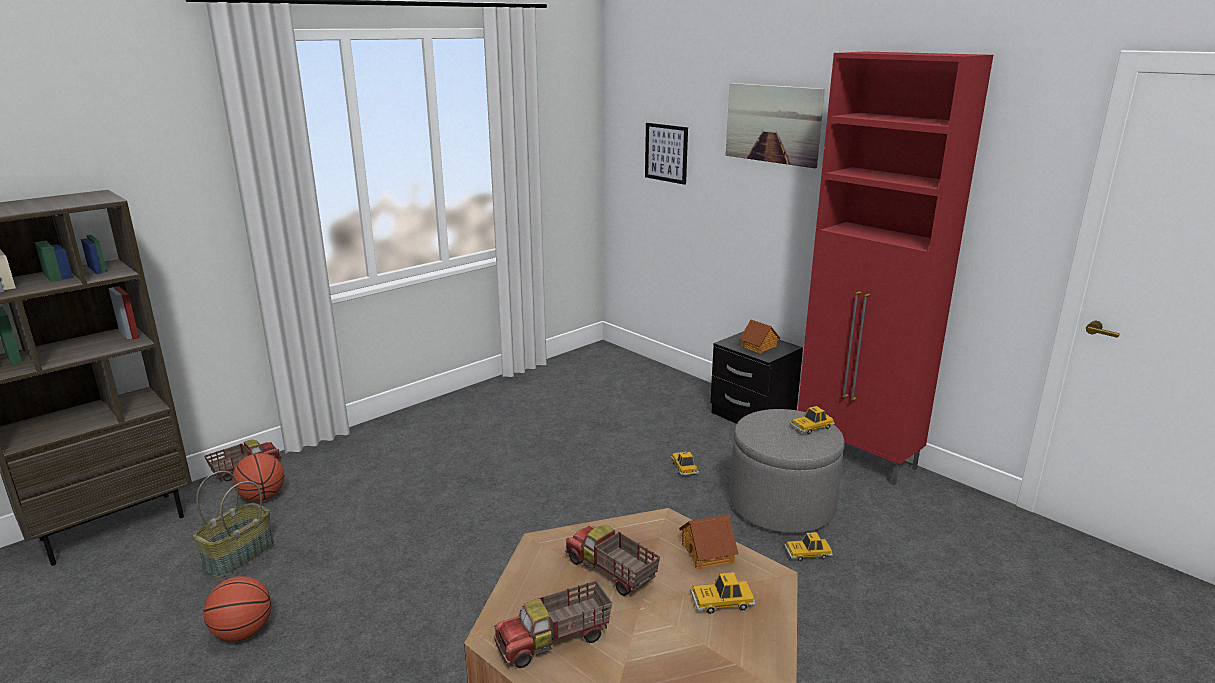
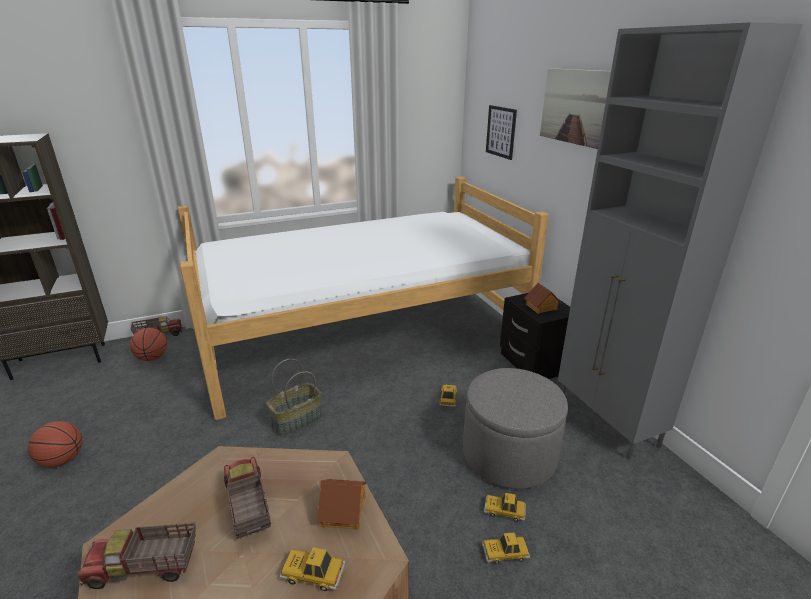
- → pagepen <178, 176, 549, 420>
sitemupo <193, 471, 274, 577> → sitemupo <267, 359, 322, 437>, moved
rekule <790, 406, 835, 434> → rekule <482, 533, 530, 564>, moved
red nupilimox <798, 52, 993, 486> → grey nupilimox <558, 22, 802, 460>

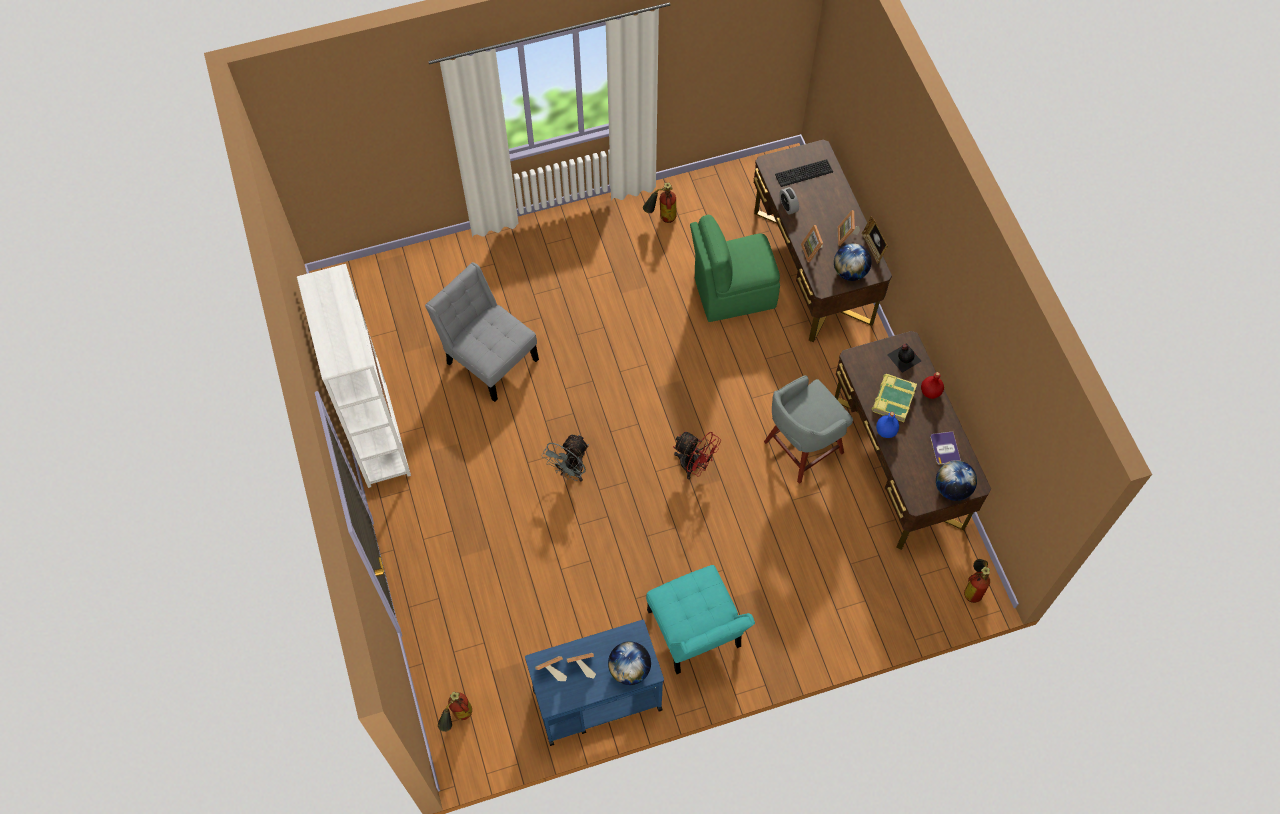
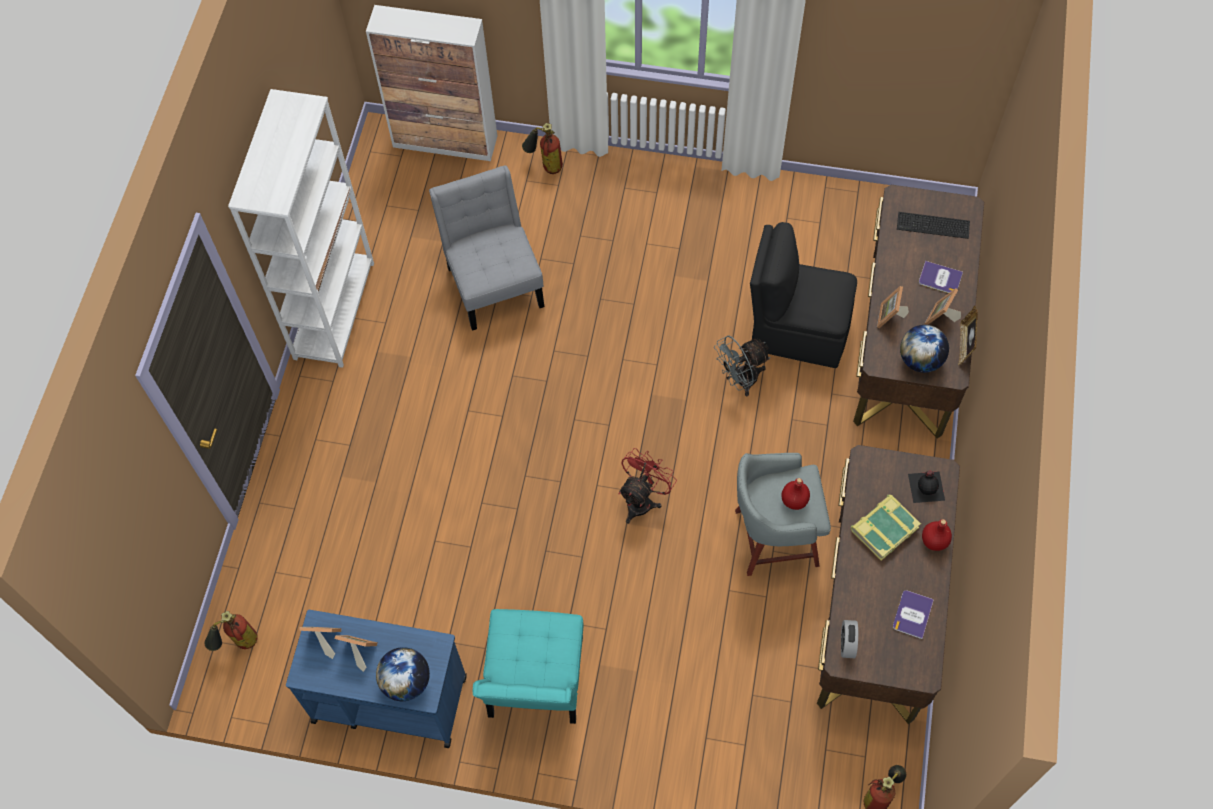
- → nupilimox <366, 5, 497, 161>
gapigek <643, 182, 677, 223> → gapigek <522, 123, 563, 174>, moved
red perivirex <673, 431, 721, 479> → red perivirex <619, 448, 677, 524>, 120 degrees counterclockwise
grey perivirex <542, 434, 589, 482> → grey perivirex <714, 335, 771, 396>, moved
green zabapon <690, 215, 780, 322> → black zabapon <750, 222, 857, 368>
- → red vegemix <782, 478, 810, 510>
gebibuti <779, 187, 799, 215> → gebibuti <841, 620, 858, 658>, moved
- → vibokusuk <919, 261, 963, 293>
blue vegemix <876, 412, 899, 438> → -
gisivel <936, 460, 977, 501> → -

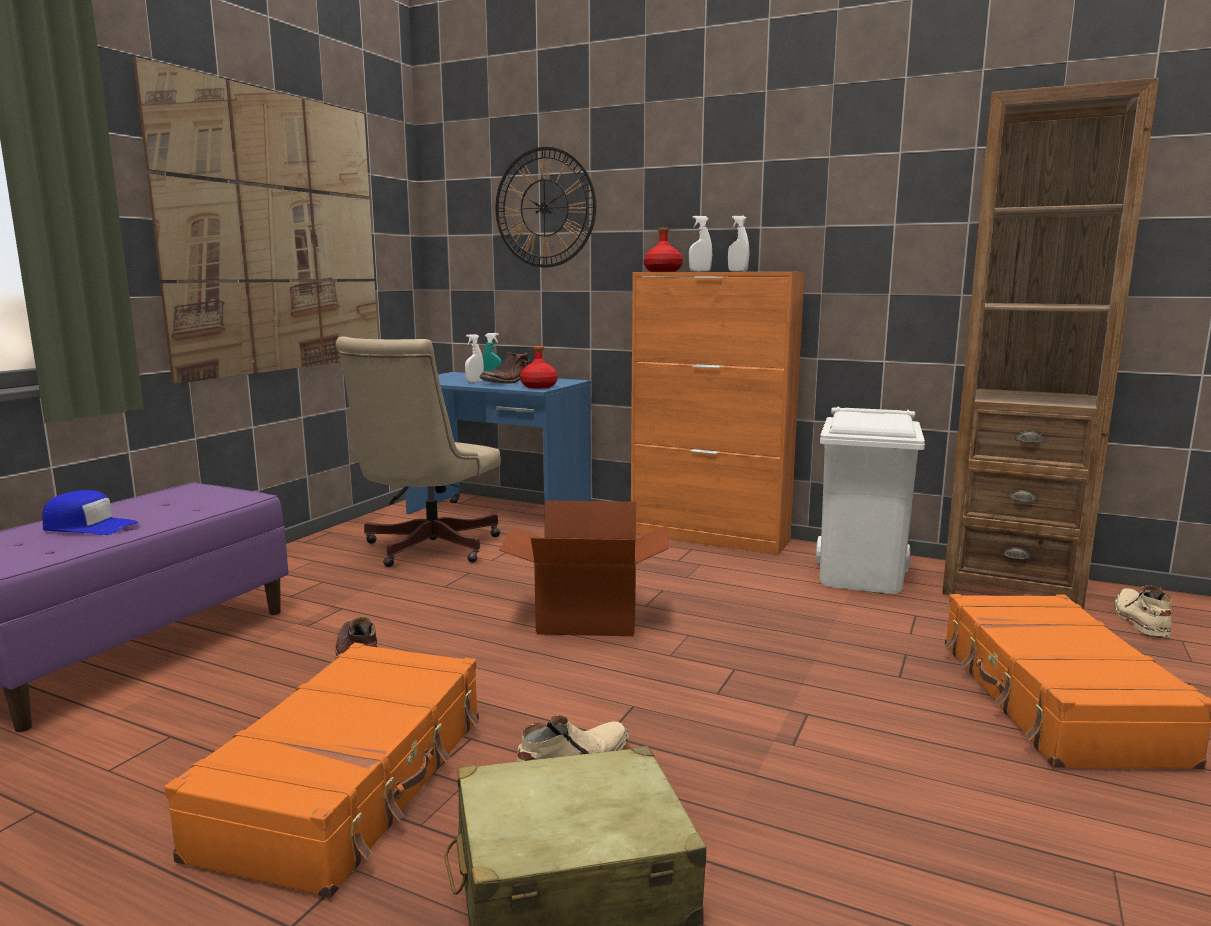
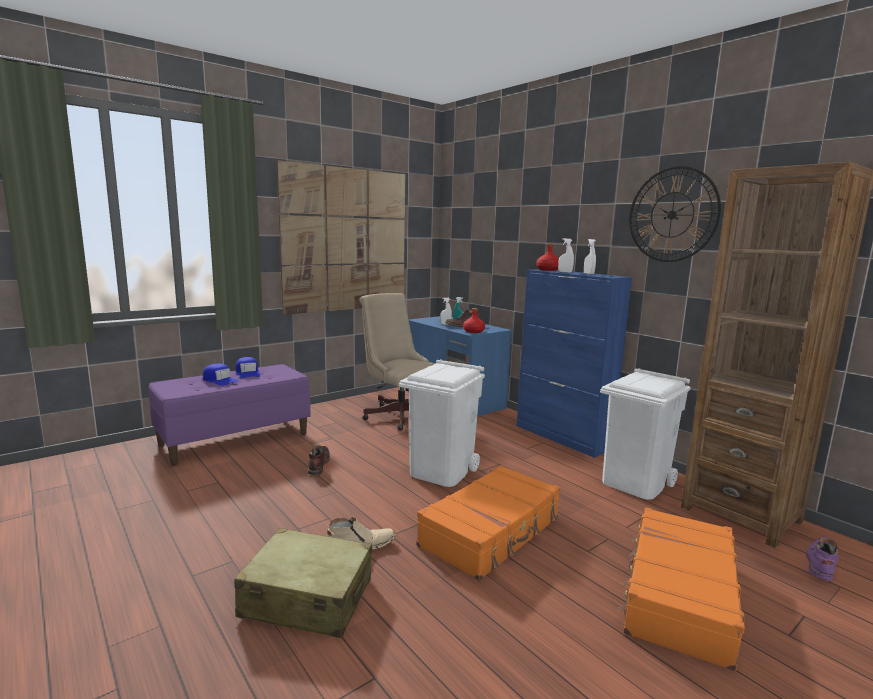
- → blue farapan <236, 357, 261, 378>
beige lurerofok <336, 336, 501, 567> → beige lurerofok <360, 293, 436, 430>, 90 degrees clockwise
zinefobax <499, 500, 669, 636> → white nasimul <399, 360, 485, 487>
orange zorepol <164, 643, 479, 899> → orange zorepol <416, 465, 560, 581>, moved
orange nupilimox <631, 272, 805, 555> → blue nupilimox <517, 269, 632, 458>
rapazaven <495, 147, 596, 268> → rapazaven <629, 166, 721, 262>, moved
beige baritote <1114, 585, 1171, 638> → purple baritote <806, 537, 839, 581>

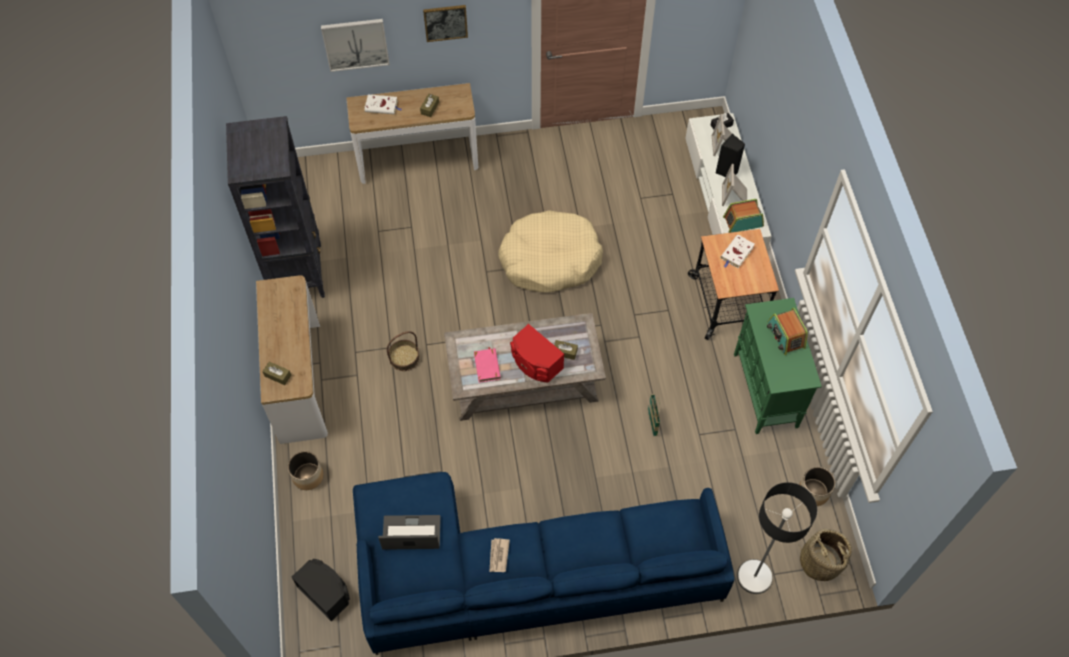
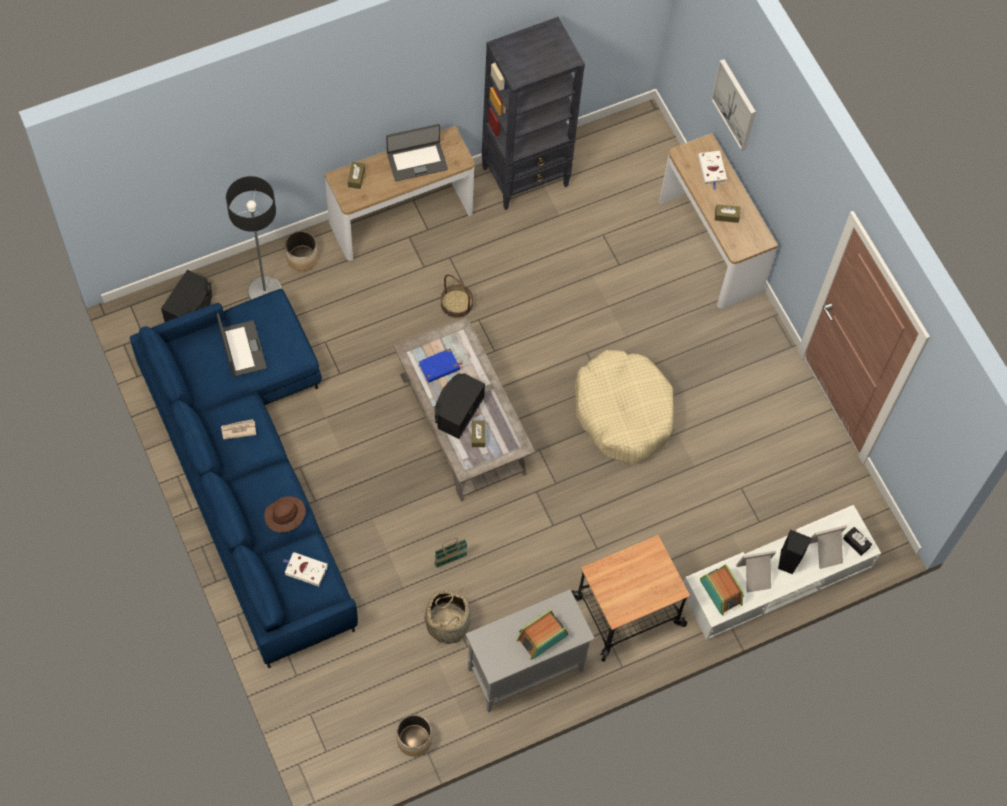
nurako <737, 482, 817, 594> → nurako <226, 176, 282, 300>, moved
- → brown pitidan <265, 496, 306, 532>
white vibokusuk <720, 235, 755, 268> → white vibokusuk <283, 552, 328, 586>, moved
- → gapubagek <386, 124, 448, 181>
pink vibokusuk <474, 347, 501, 383> → blue vibokusuk <419, 349, 463, 383>
sitemupo <797, 529, 852, 581> → sitemupo <425, 589, 471, 646>, moved
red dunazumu <510, 324, 564, 382> → black dunazumu <435, 373, 485, 439>
green nupilimox <734, 298, 822, 434> → grey nupilimox <466, 589, 595, 713>
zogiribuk <423, 5, 468, 42> → -

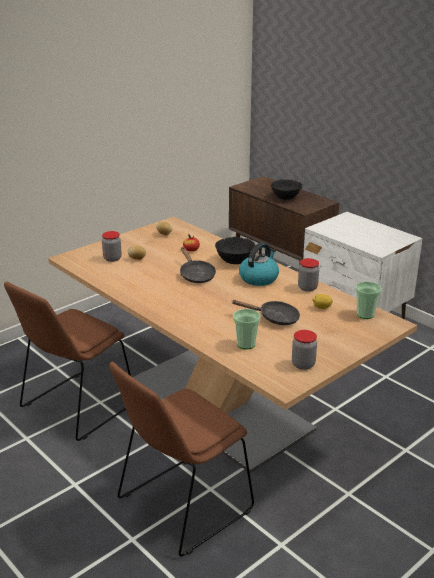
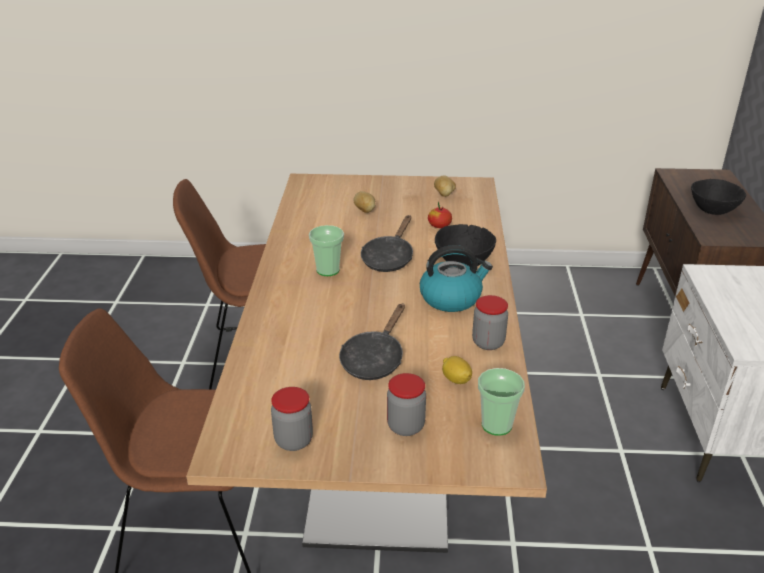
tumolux <233, 309, 261, 349> → tumolux <309, 225, 344, 276>, moved
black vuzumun <232, 300, 300, 325> → black vuzumun <339, 303, 405, 380>, 60 degrees clockwise
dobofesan <102, 231, 122, 262> → dobofesan <387, 373, 426, 436>, moved

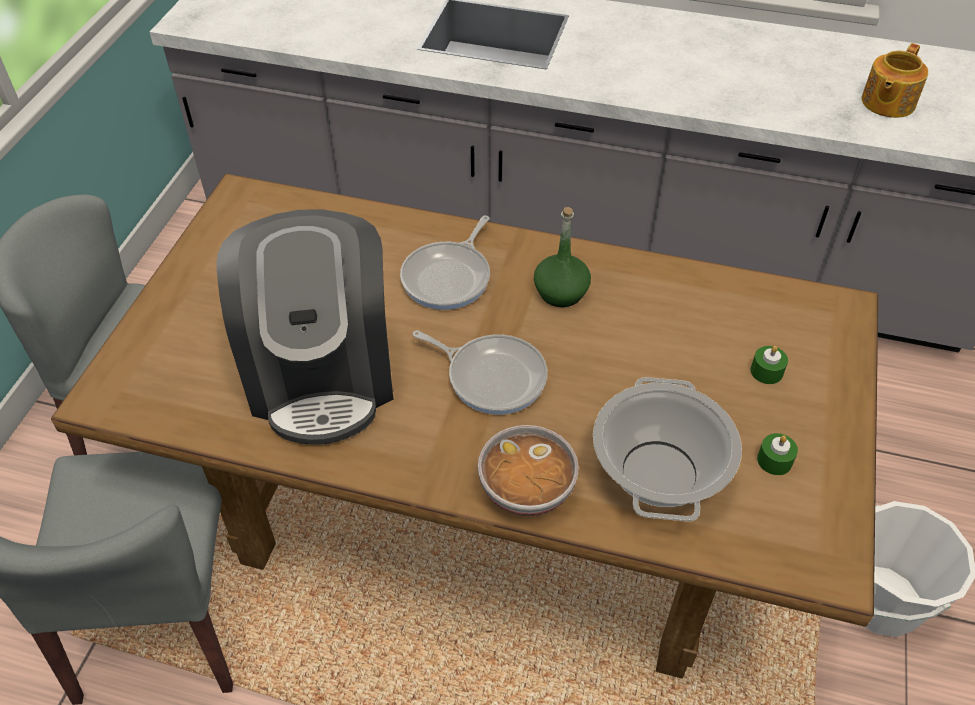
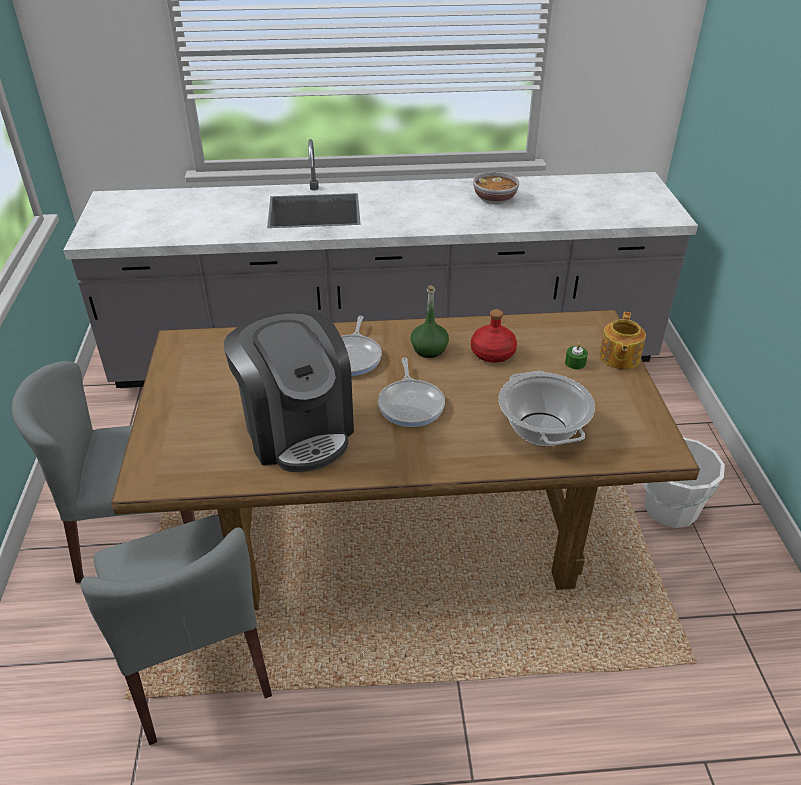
vuzumun <412, 331, 548, 415> → vuzumun <378, 358, 445, 427>, 75 degrees clockwise
- → red vegemix <471, 309, 517, 362>
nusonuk <478, 425, 579, 516> → nusonuk <473, 172, 519, 204>, moved
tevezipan <862, 43, 928, 118> → tevezipan <599, 312, 646, 369>, moved
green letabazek <757, 433, 798, 475> → -

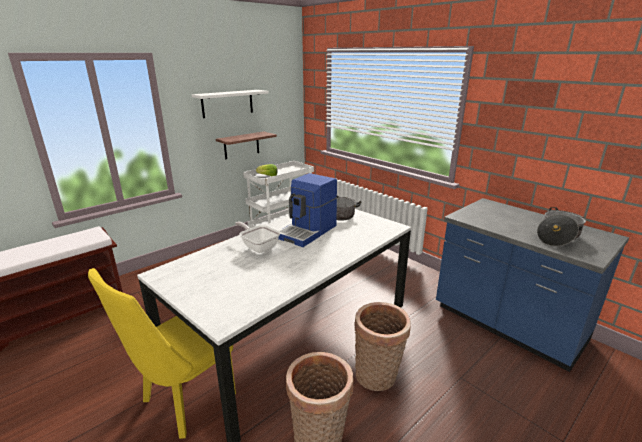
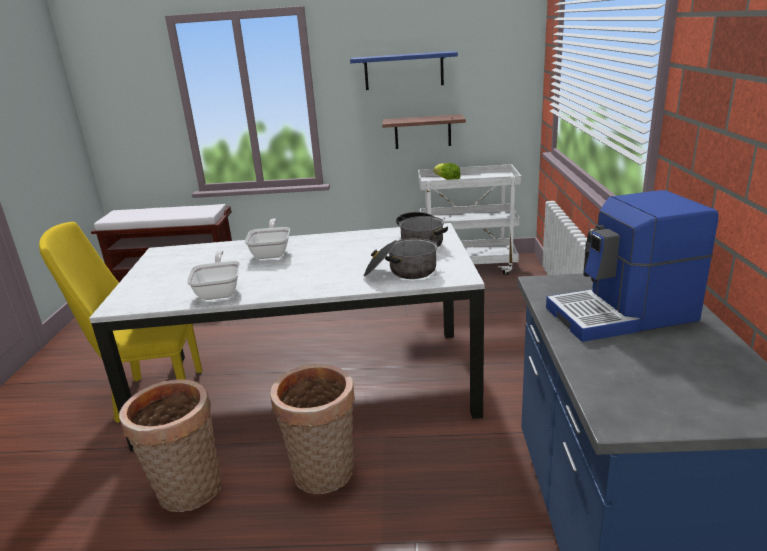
- → vuzumun <187, 250, 240, 300>
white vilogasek <192, 90, 268, 118> → blue vilogasek <350, 51, 458, 90>
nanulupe <537, 207, 586, 246> → nanulupe <364, 236, 439, 279>, moved
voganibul <278, 173, 337, 247> → voganibul <546, 190, 718, 342>, moved

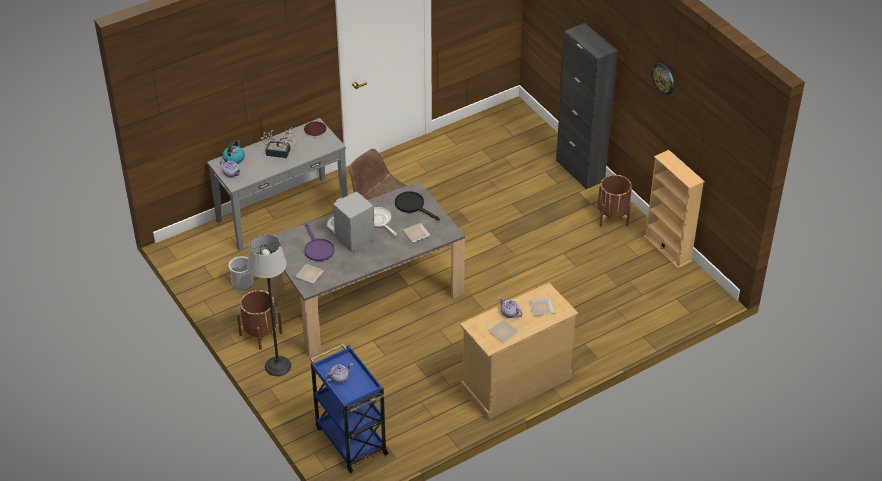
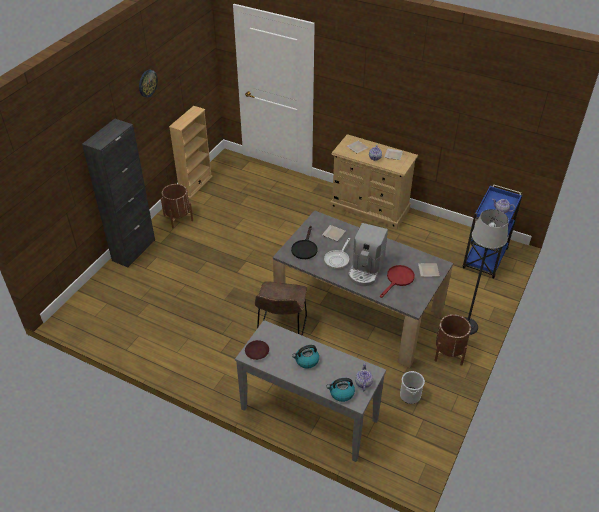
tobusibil <261, 128, 297, 158> → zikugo <292, 345, 319, 369>
purple vuzumun <304, 223, 335, 261> → red vuzumun <380, 265, 415, 298>

